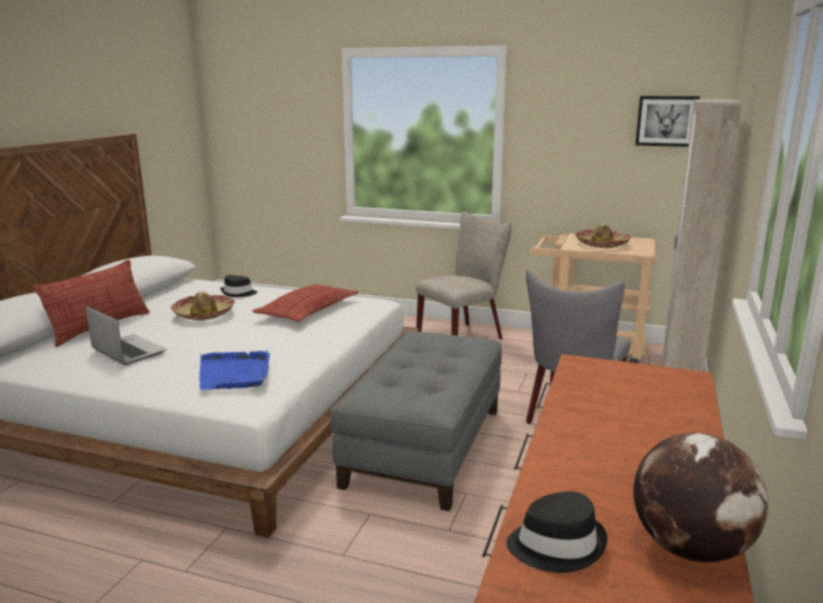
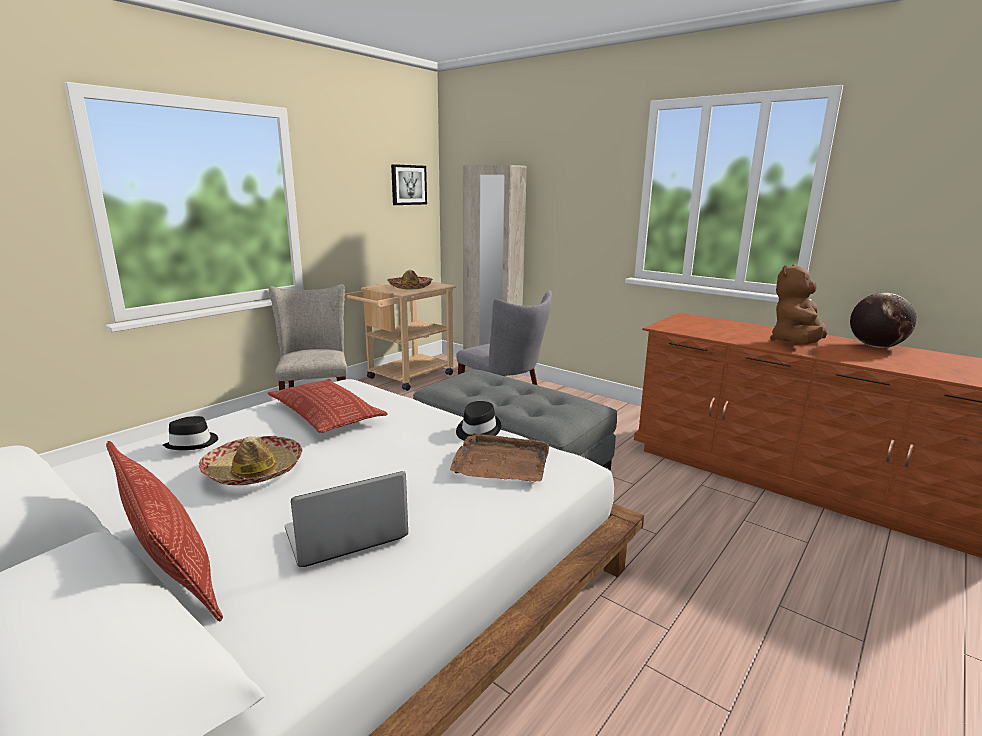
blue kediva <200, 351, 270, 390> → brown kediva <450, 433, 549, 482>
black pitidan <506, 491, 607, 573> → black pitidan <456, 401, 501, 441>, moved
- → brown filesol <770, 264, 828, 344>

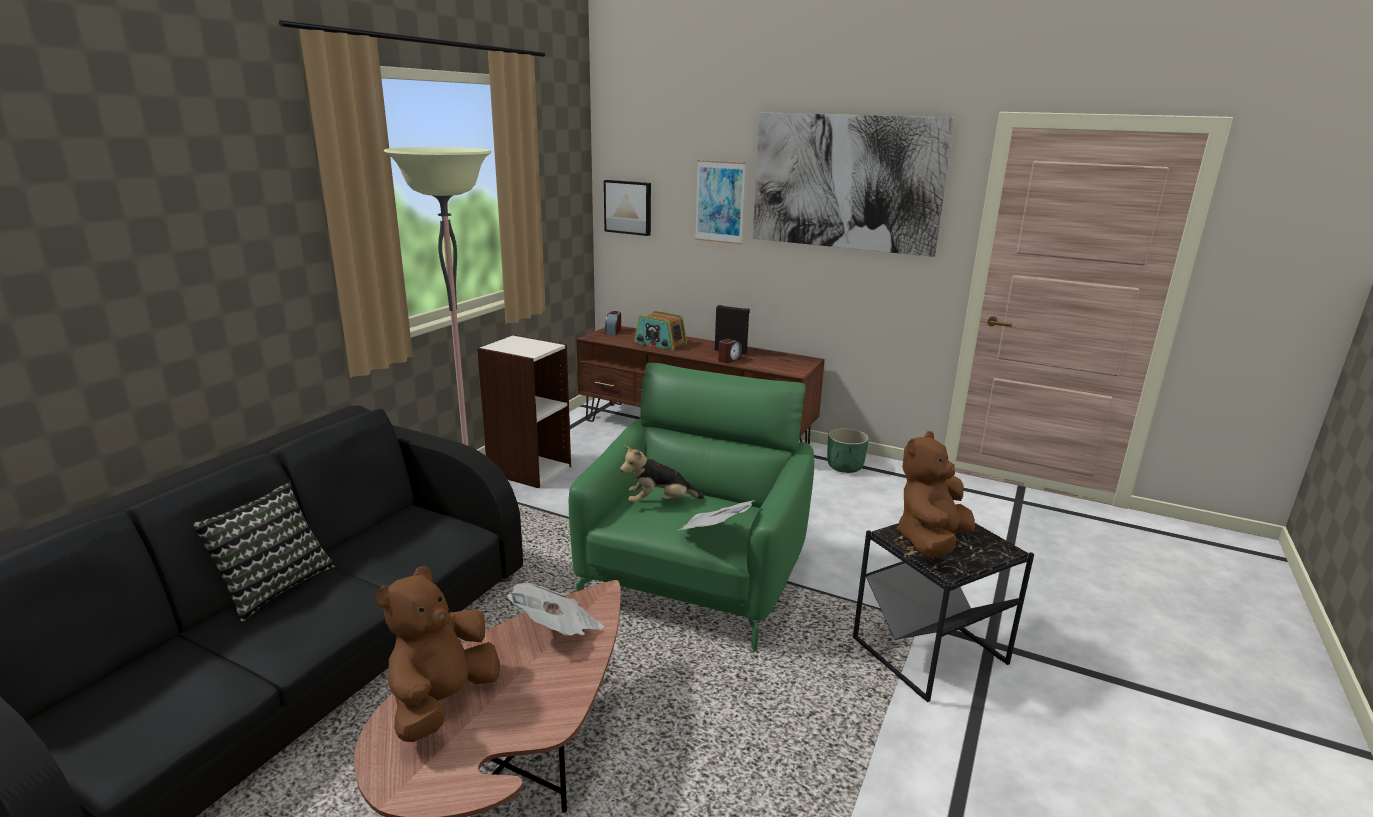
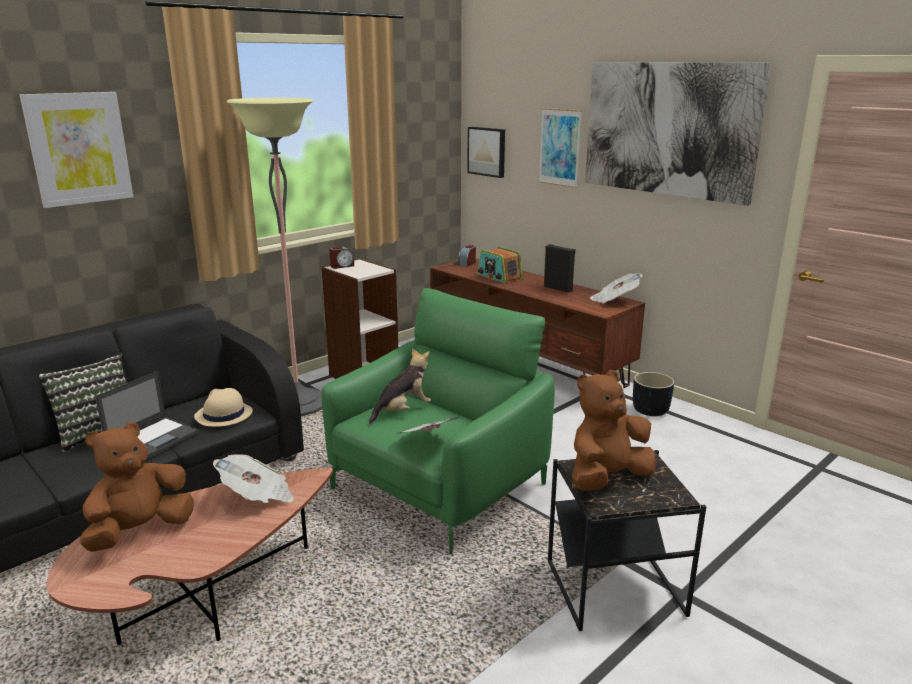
- → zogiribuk <20, 92, 134, 208>
- → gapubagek <95, 371, 199, 459>
- → beige pitidan <194, 388, 253, 427>
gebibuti <718, 339, 742, 363> → gebibuti <329, 246, 354, 269>, moved
filesol <620, 446, 704, 503> → filesol <369, 348, 431, 424>, 135 degrees clockwise
- → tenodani <590, 273, 643, 304>
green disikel <827, 428, 869, 473> → black disikel <633, 372, 674, 416>

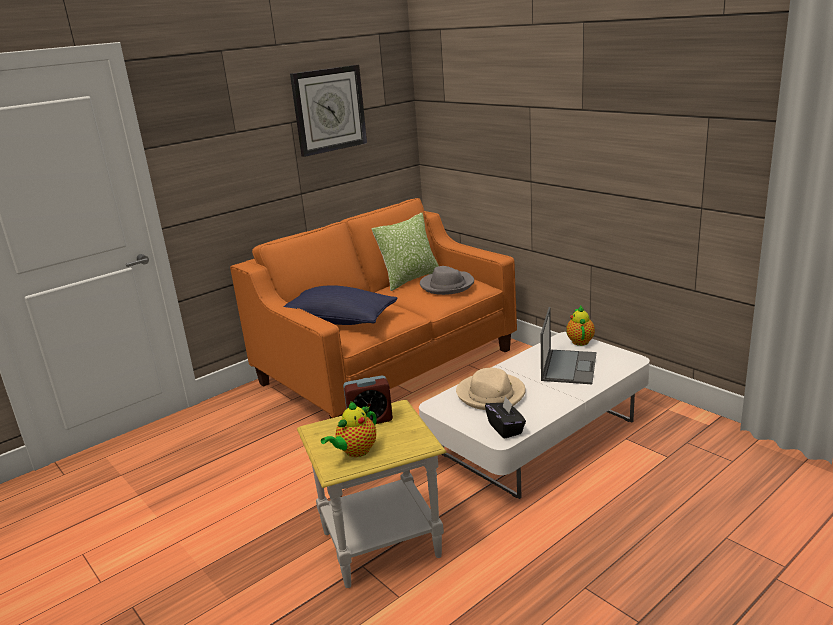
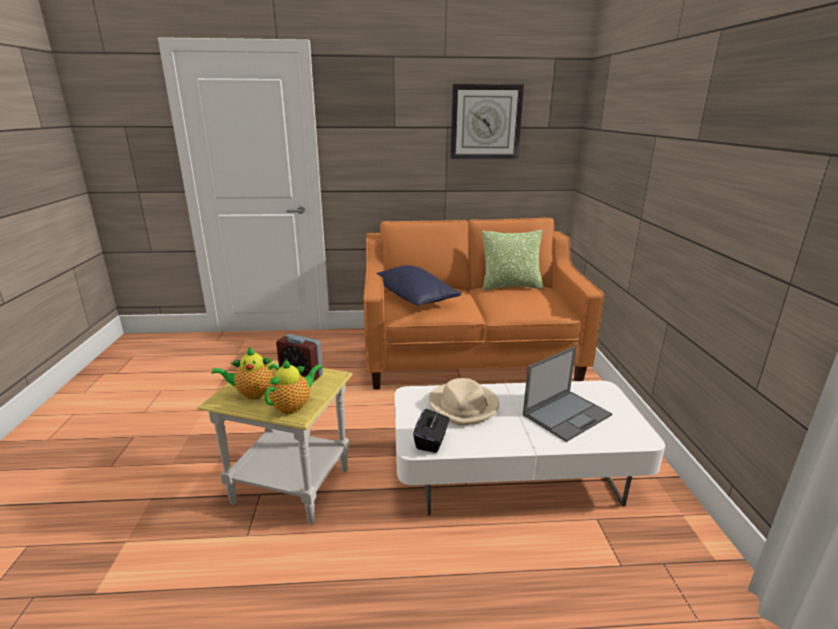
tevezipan <566, 306, 595, 346> → tevezipan <264, 359, 322, 414>, moved
grey pitidan <420, 266, 474, 295> → -

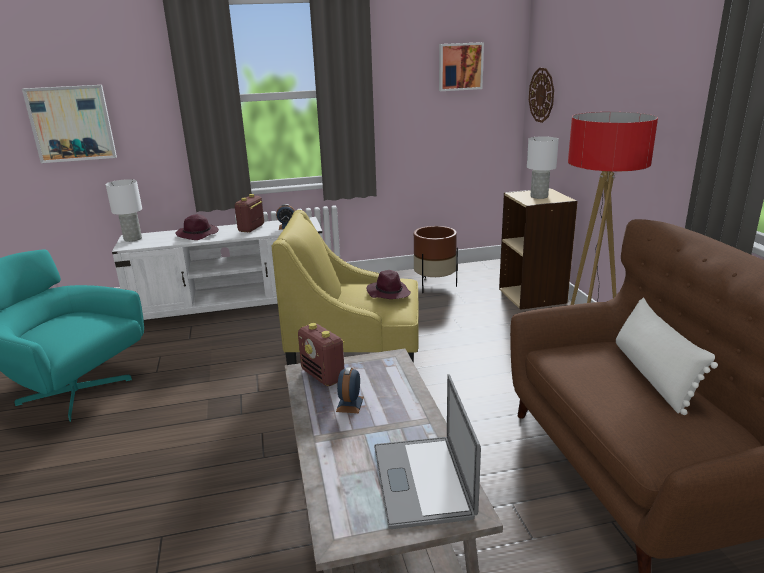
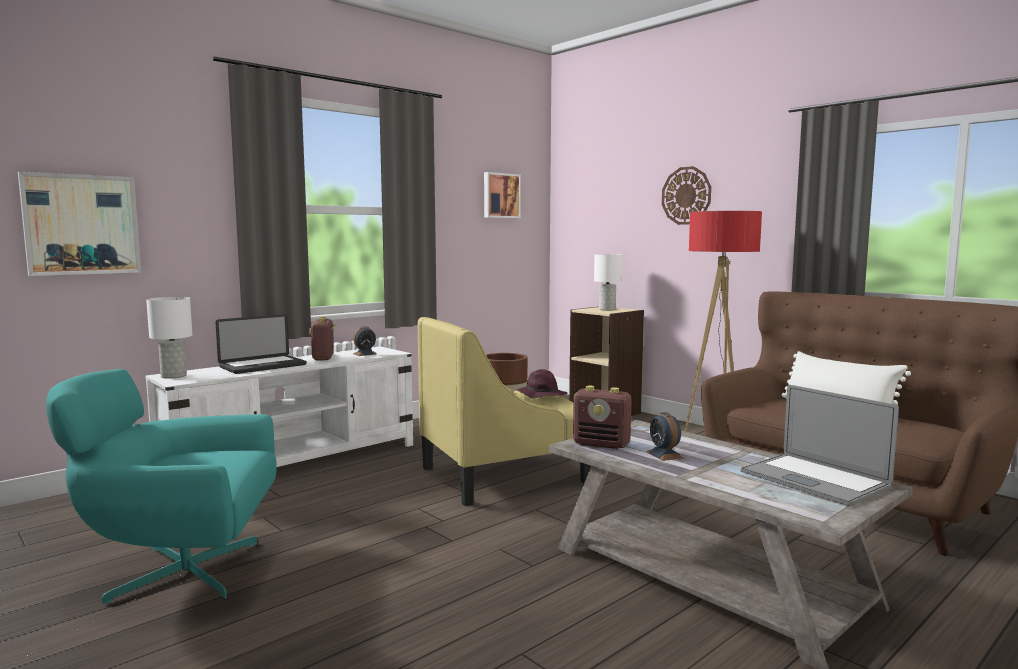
purple pitidan <176, 214, 219, 240> → gapubagek <216, 314, 306, 374>
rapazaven <529, 68, 554, 123> → rapazaven <662, 166, 711, 225>, moved

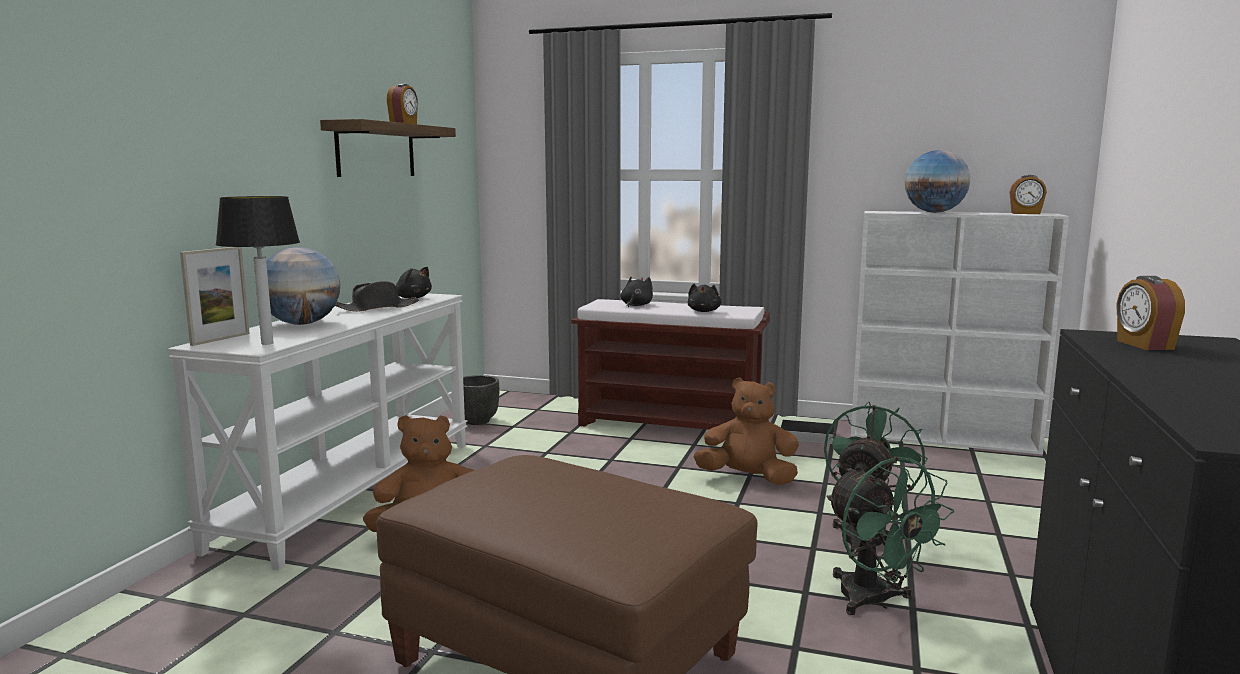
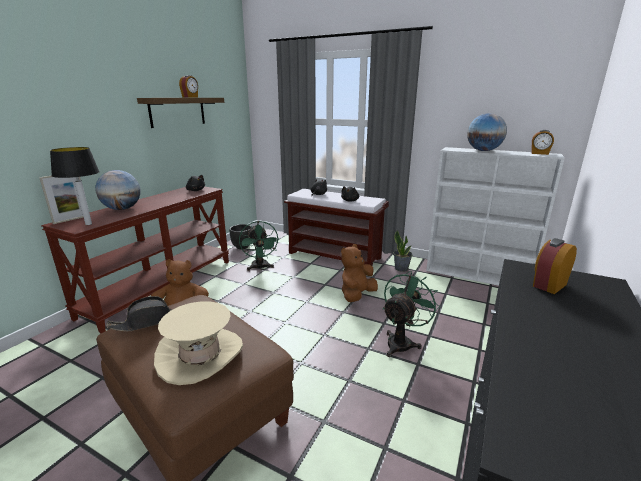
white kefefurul <167, 293, 467, 570> → brown kefefurul <41, 187, 229, 333>
black pitidan <335, 281, 419, 312> → black pitidan <106, 296, 172, 331>, moved
- → beige pitidan <154, 301, 243, 385>
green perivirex <826, 456, 954, 615> → green perivirex <239, 221, 279, 271>, moved
brown filesol <693, 378, 799, 485> → brown filesol <341, 244, 378, 302>, 75 degrees counterclockwise
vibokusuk <781, 420, 834, 444> → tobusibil <394, 230, 412, 272>
gebibuti <1117, 276, 1185, 350> → gebibuti <533, 238, 577, 294>, 45 degrees clockwise

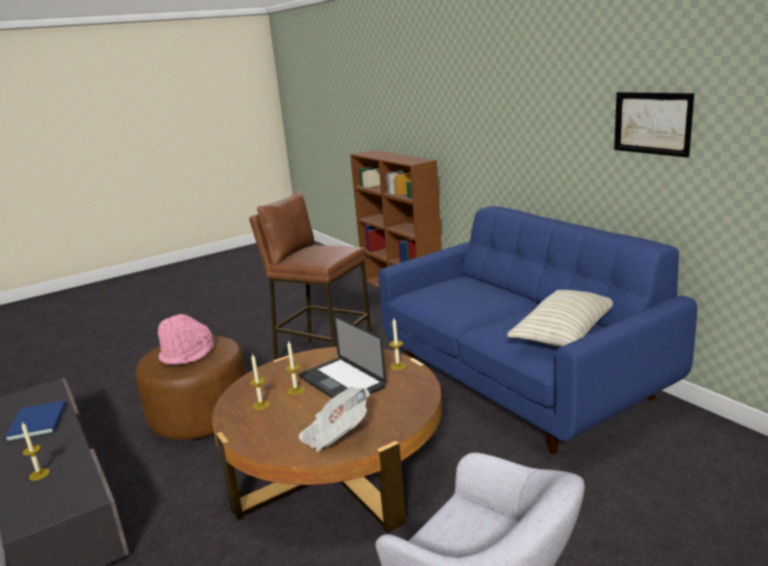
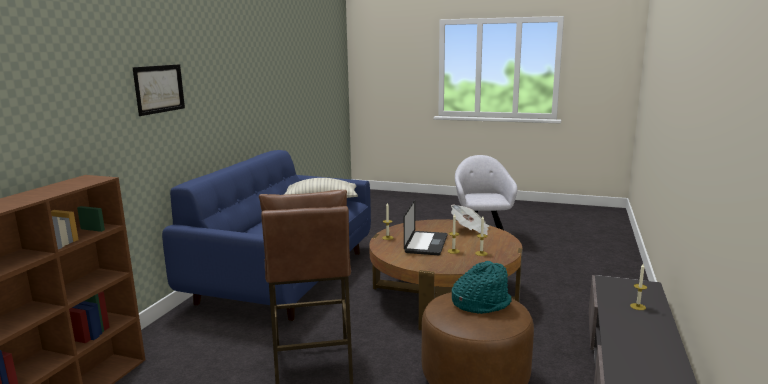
zogiribuk <614, 92, 694, 158> → zogiribuk <132, 64, 185, 116>, moved
pink pitidan <157, 314, 214, 365> → turquoise pitidan <452, 261, 511, 314>
blue vibokusuk <5, 400, 66, 442> → -

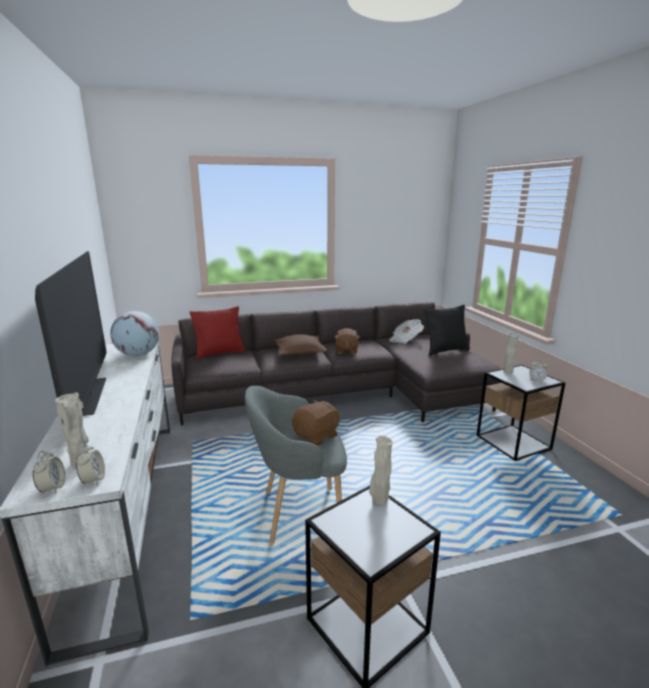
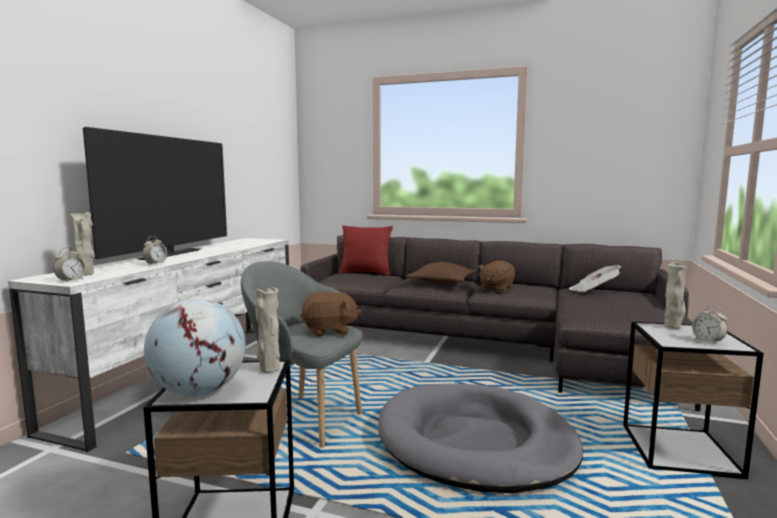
gebibuti <33, 451, 65, 494> → gebibuti <143, 236, 167, 265>, moved
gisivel <110, 311, 159, 356> → gisivel <144, 299, 246, 396>, moved
- → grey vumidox <378, 384, 583, 493>
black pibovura <424, 305, 470, 356> → -

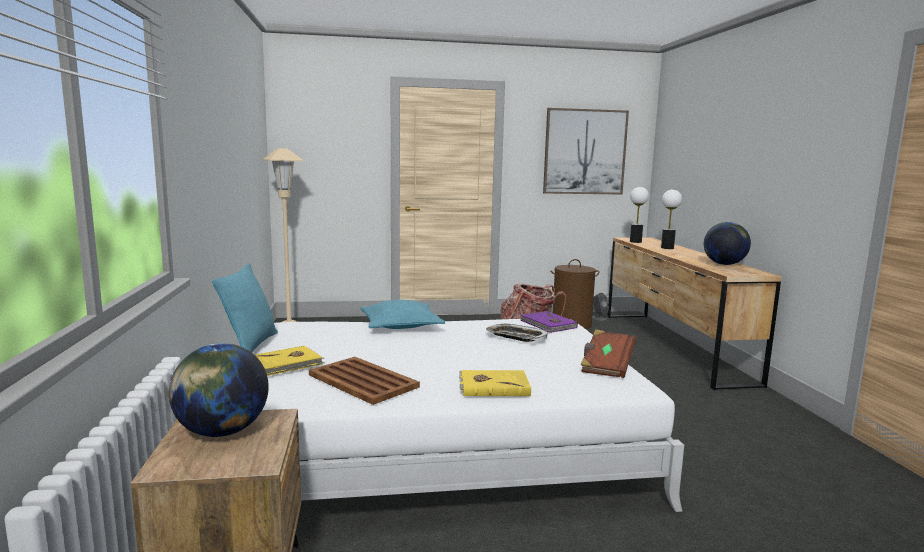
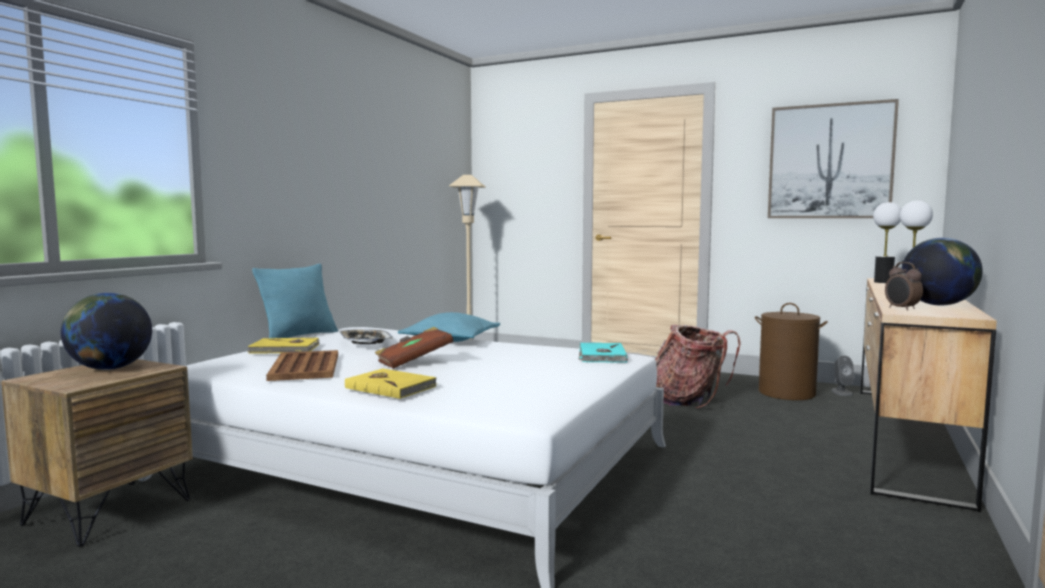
kediva <486, 324, 548, 342> → kediva <340, 329, 393, 344>, moved
brown vibokusuk <580, 329, 636, 378> → brown vibokusuk <375, 327, 453, 369>, moved
purple vibokusuk <521, 311, 578, 333> → turquoise vibokusuk <579, 343, 628, 363>
- → gebibuti <885, 262, 923, 311>

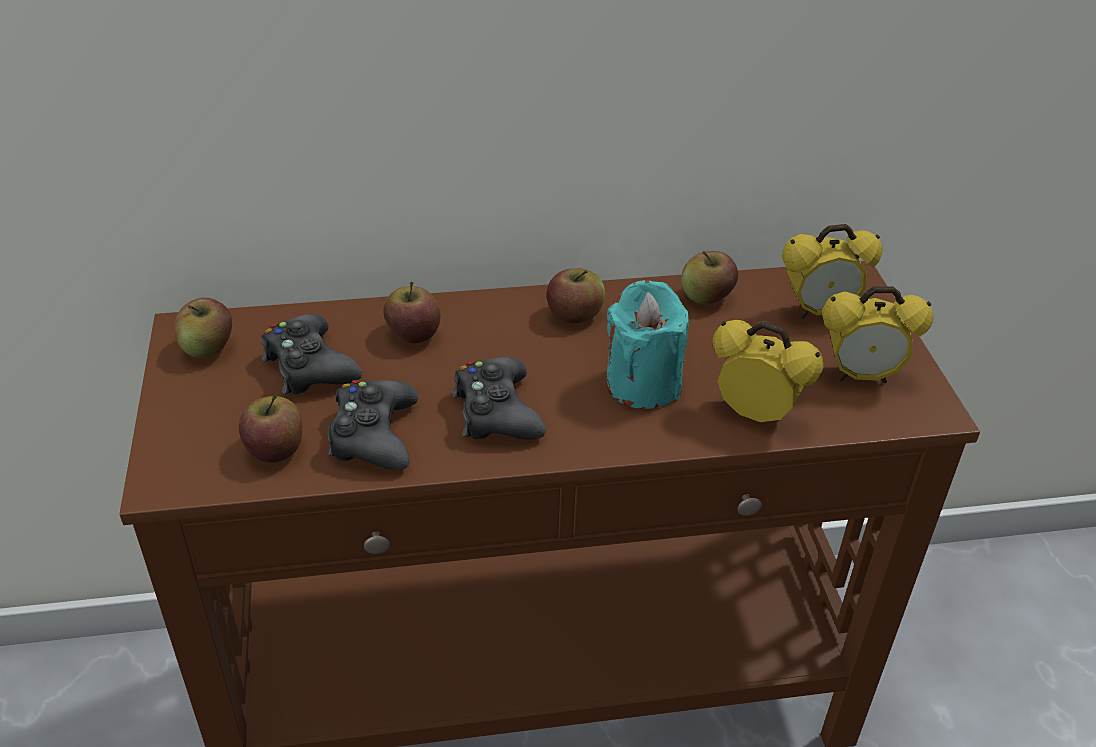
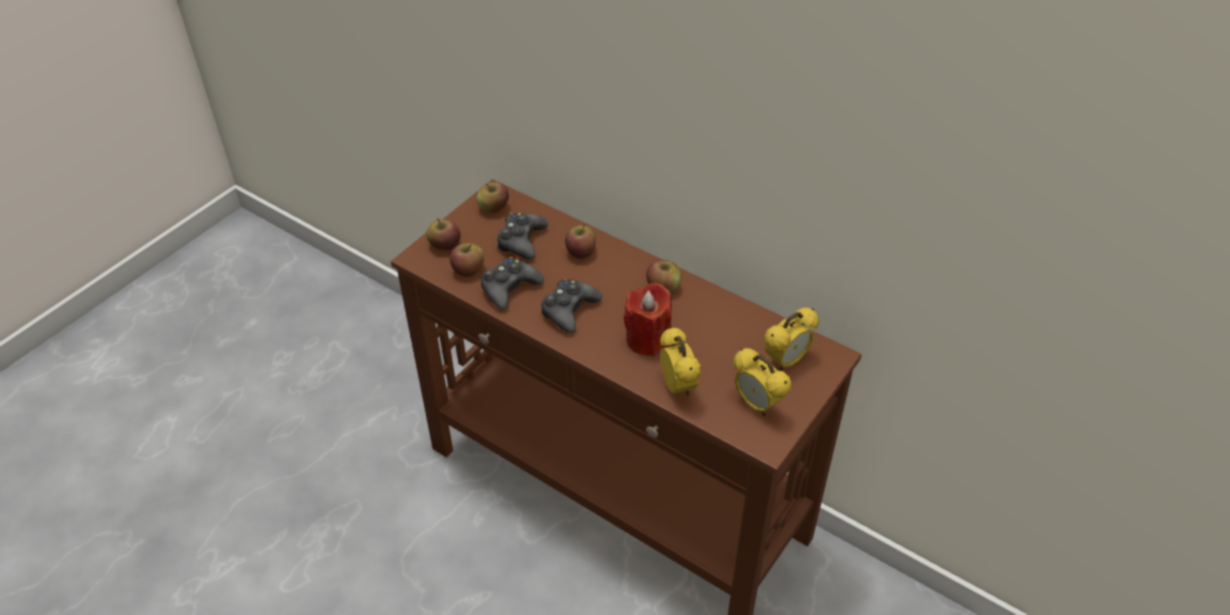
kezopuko <681, 251, 738, 304> → kezopuko <426, 218, 461, 250>, moved
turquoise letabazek <606, 280, 689, 409> → red letabazek <624, 283, 672, 357>
gebibuti <782, 224, 882, 319> → gebibuti <764, 308, 819, 371>, 75 degrees counterclockwise

